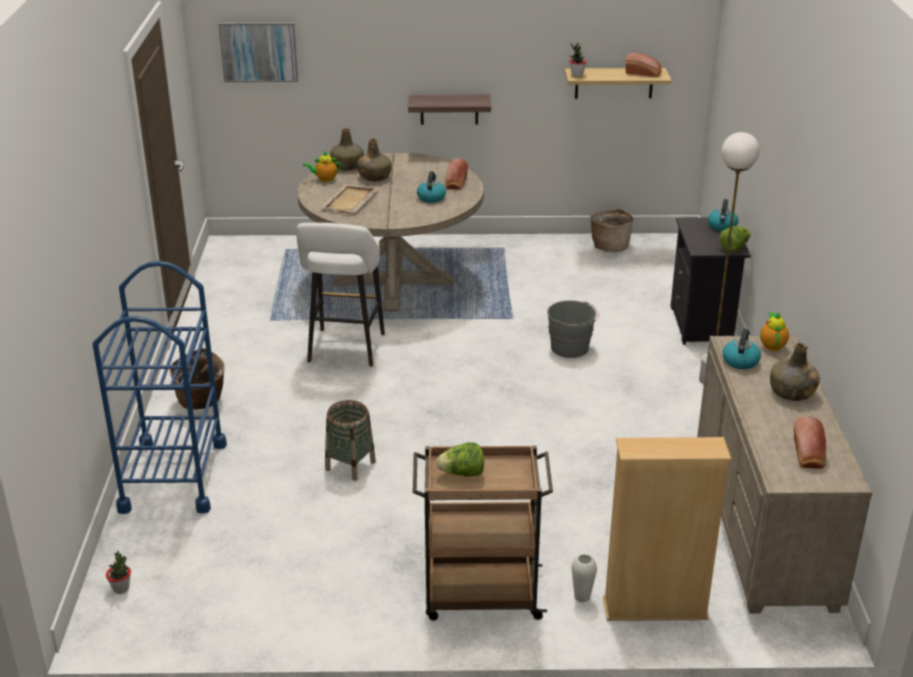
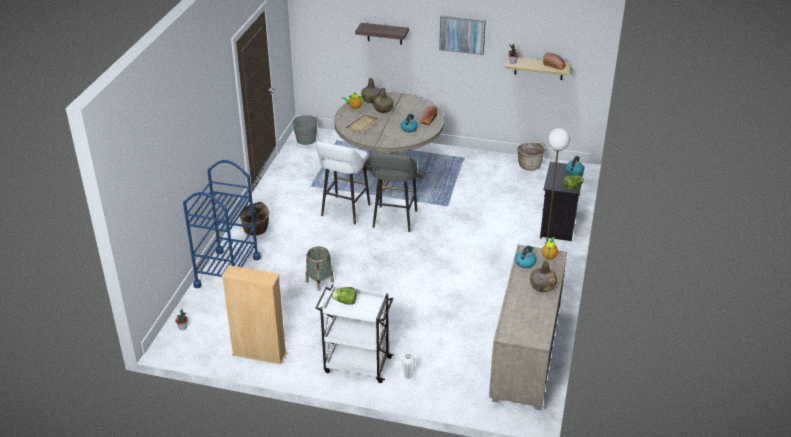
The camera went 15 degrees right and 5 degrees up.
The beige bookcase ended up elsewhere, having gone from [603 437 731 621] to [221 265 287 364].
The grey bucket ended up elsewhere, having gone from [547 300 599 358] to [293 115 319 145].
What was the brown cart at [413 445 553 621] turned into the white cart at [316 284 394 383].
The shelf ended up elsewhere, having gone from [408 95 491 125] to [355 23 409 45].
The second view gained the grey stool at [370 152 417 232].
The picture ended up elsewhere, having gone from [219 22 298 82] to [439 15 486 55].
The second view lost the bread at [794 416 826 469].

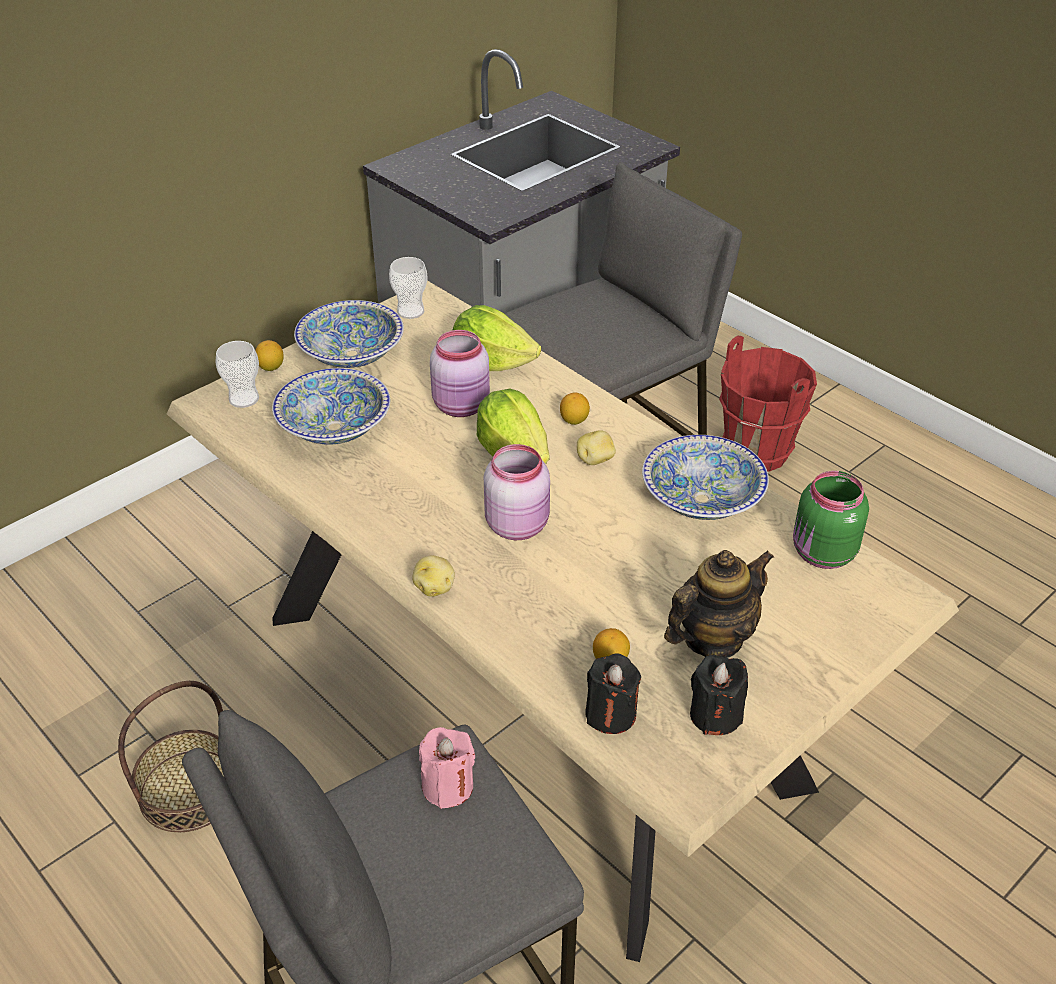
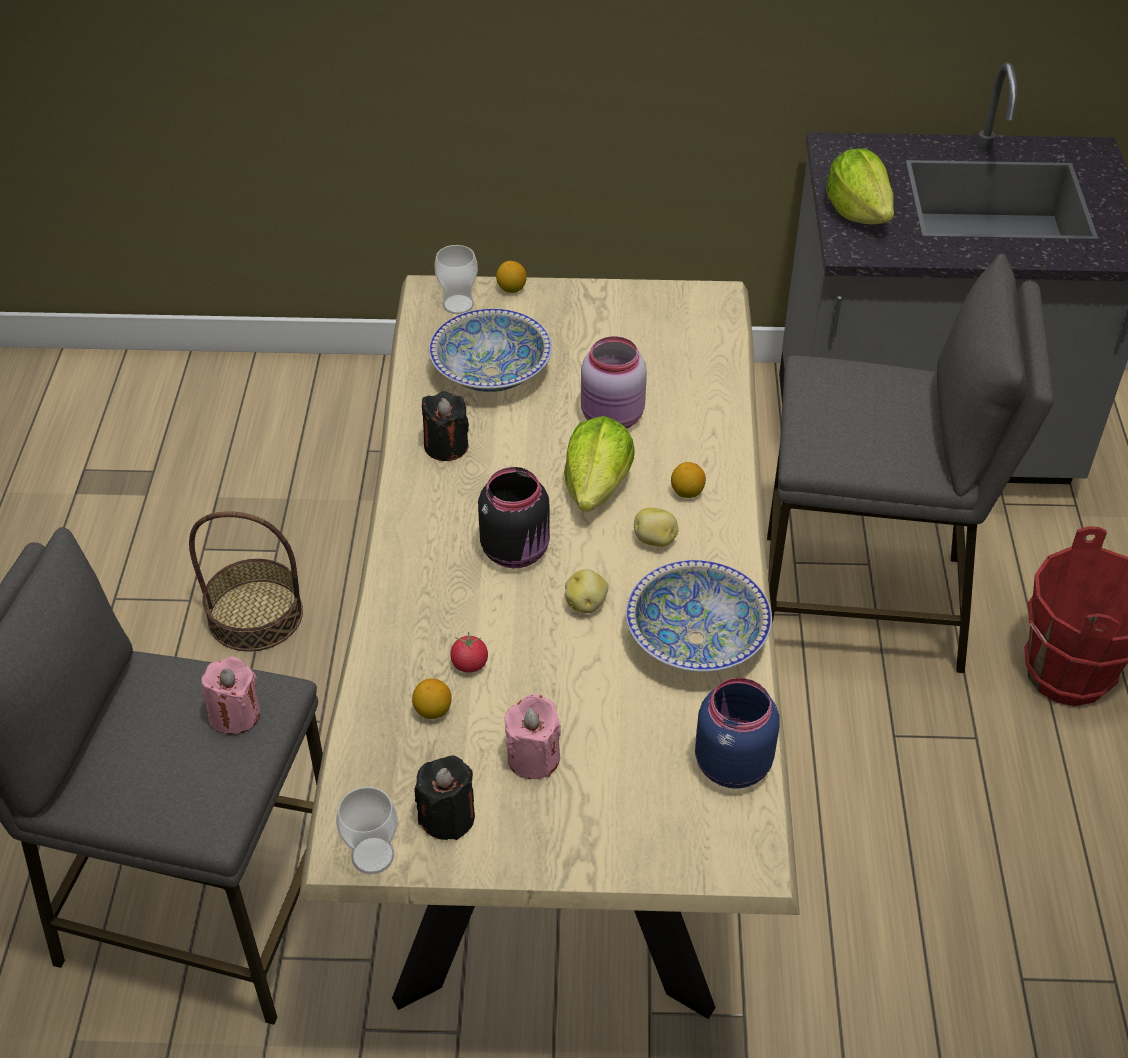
The camera went 45 degrees right and 5 degrees up.
The cup ended up elsewhere, having gone from [389 257 428 319] to [336 787 398 874].
The black candle ended up elsewhere, having gone from [585 654 641 734] to [422 391 469 461].
The second view gained the tomato at [450 632 488 673].
What was the pink jar at [484 444 550 540] turned into the black jar at [478 467 550 568].
Where the teapot stood at [664 550 774 658], the pink candle came to stand at [504 694 561 779].
The potato ended up elsewhere, having gone from [412 555 455 597] to [565 569 609 613].
What was the green jar at [793 471 869 569] turned into the blue jar at [695 678 780 789].
The lettuce ended up elsewhere, having gone from [453 305 541 371] to [826 148 894 224].
The second view lost the bowl at [294 300 404 368].

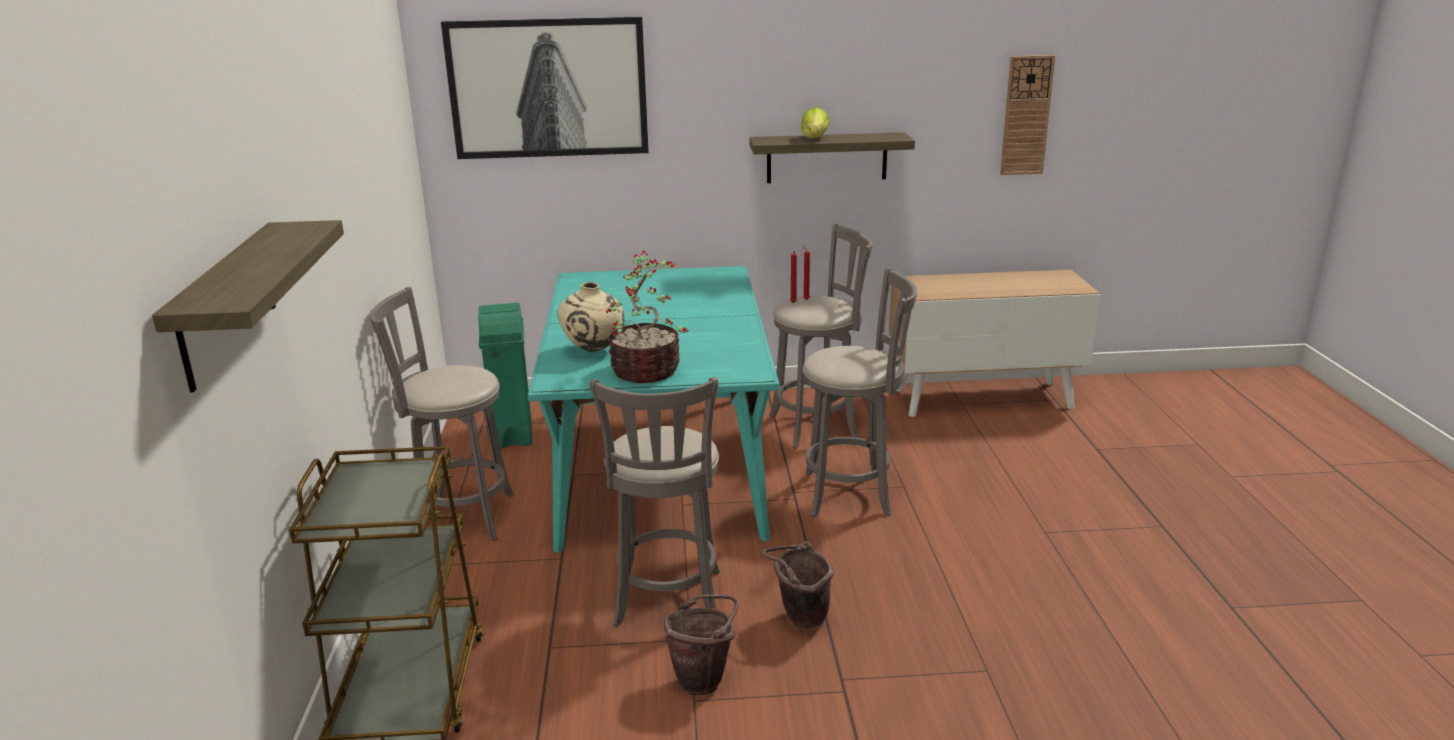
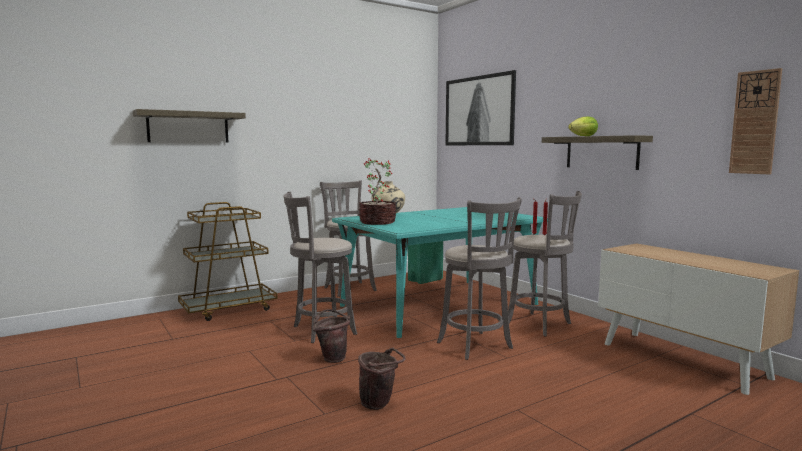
The camera went 60 degrees right and 15 degrees down.
The brown bucket ended up elsewhere, having gone from [664 594 739 695] to [358 347 406 410].

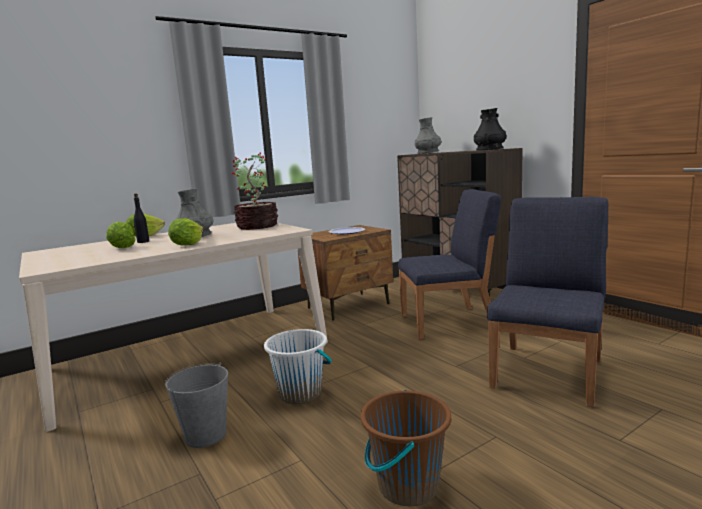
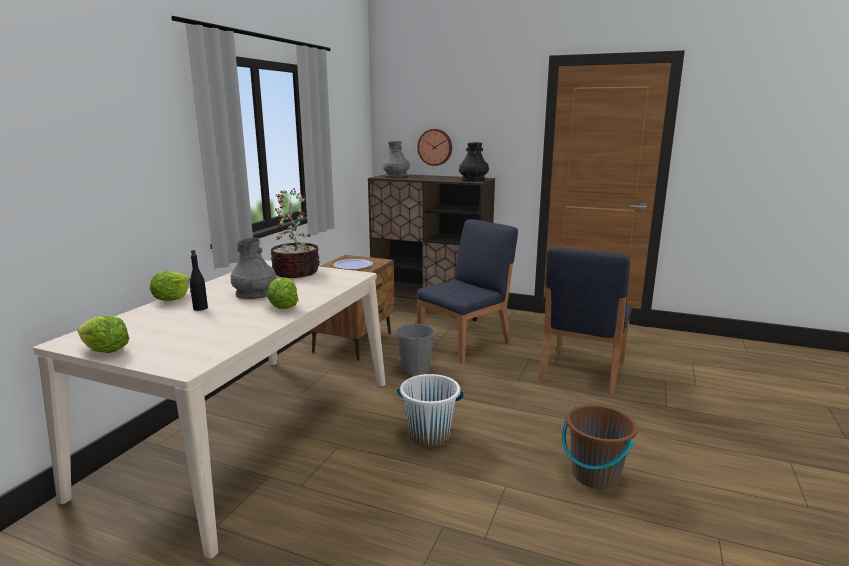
The camera went 35 degrees left and 5 degrees up.
The lettuce ended up elsewhere, having gone from [106 222 136 248] to [77 316 130 353].
The grey bucket ended up elsewhere, having gone from [165 363 228 448] to [395 322 435 376].
The second view gained the wall clock at [417 129 452 166].
The blue chair at [487 197 608 408] ended up facing another way, 150 degrees counterclockwise from before.

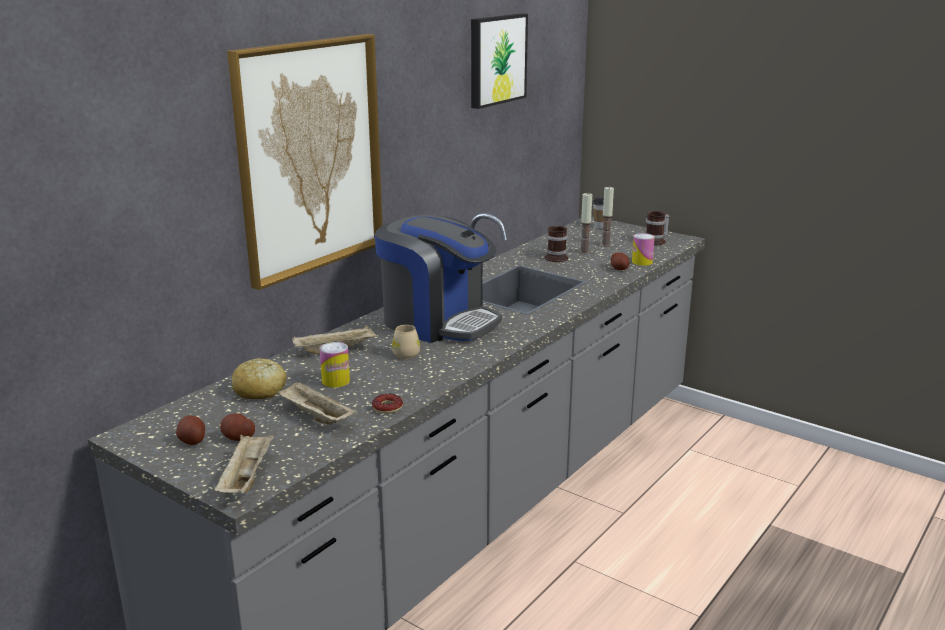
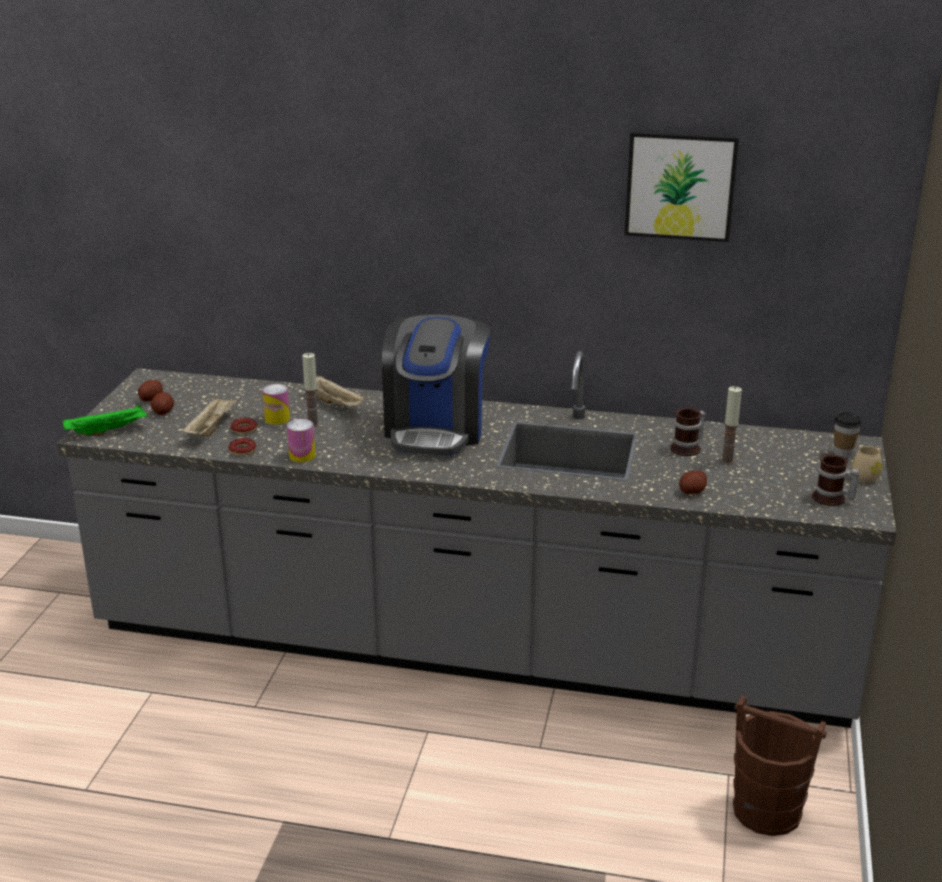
The camera went 65 degrees right and 5 degrees up.
What was the beige tray at [214 434 275 494] turned into the green tray at [63 405 148 436].
The second view gained the donut at [230 418 257 435].
The can ended up elsewhere, having gone from [632 233 655 266] to [287 419 316 463].
The candle ended up elsewhere, having gone from [601 187 614 247] to [302 353 320 428].
The second view gained the brown bucket at [733 695 827 836].
The beige mug ended up elsewhere, having gone from [392 325 420 359] to [851 446 882 482].
The second view lost the picture at [227 34 383 290].
The second view lost the bread at [232 358 287 399].

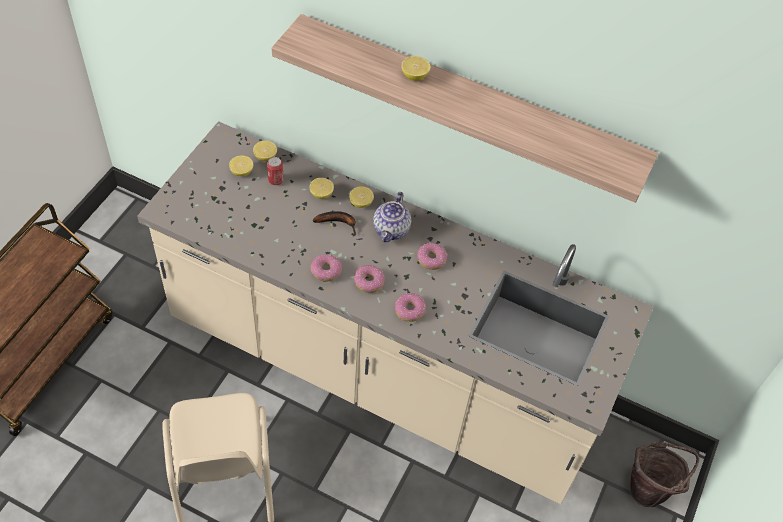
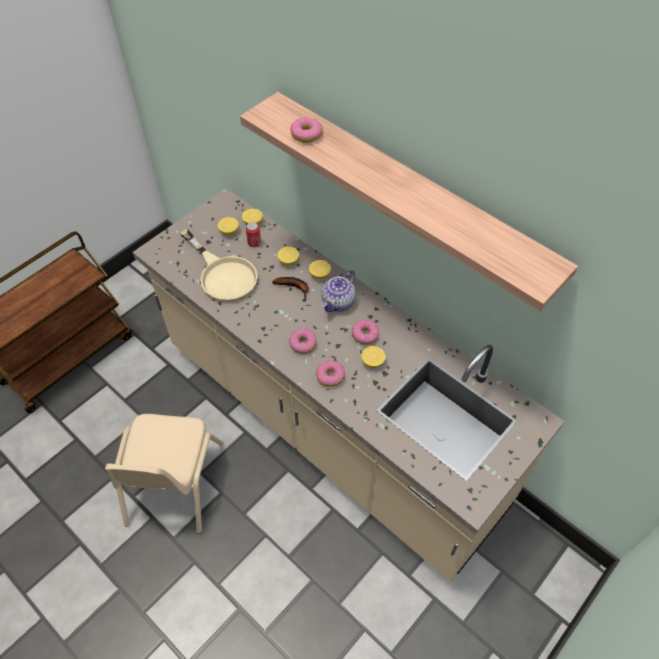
The camera went 20 degrees right and 0 degrees up.
The second view gained the beige frying pan at [180 229 258 302].
The donut ended up elsewhere, having gone from [311 254 342 281] to [290 117 323 143].
The lemon ended up elsewhere, having gone from [401 56 431 81] to [361 346 386 368].
The second view lost the brown bucket at [630 441 700 507].

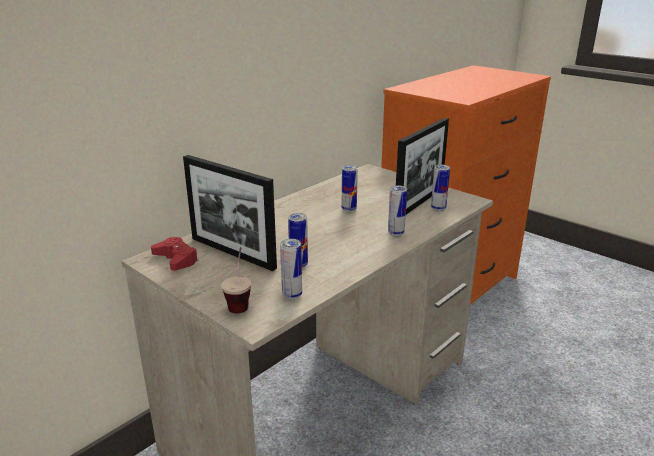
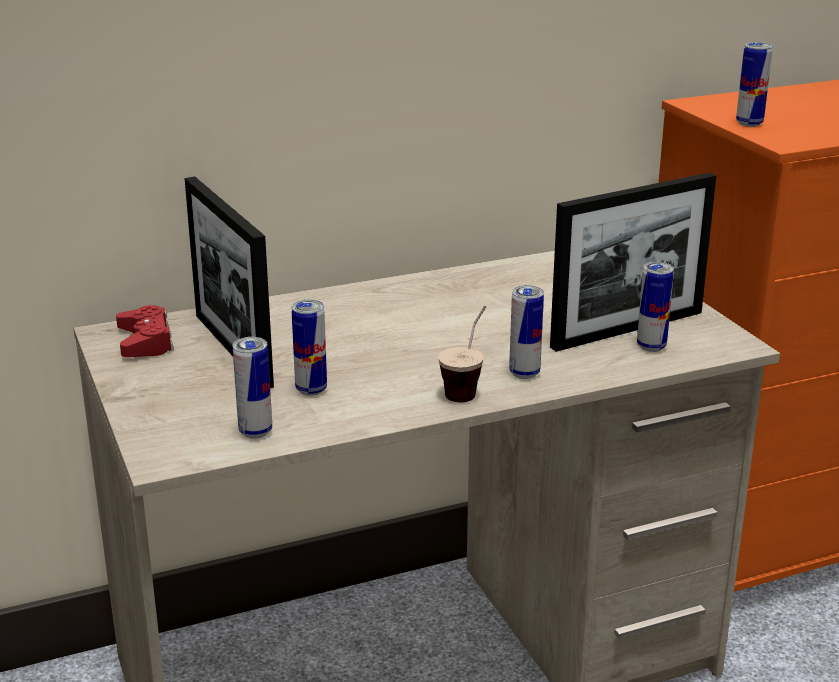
The camera went 25 degrees right and 0 degrees up.
The cup ended up elsewhere, having gone from [221 247 251 313] to [438 306 486 402].
The can ended up elsewhere, having gone from [342 165 358 212] to [736 42 773 127].

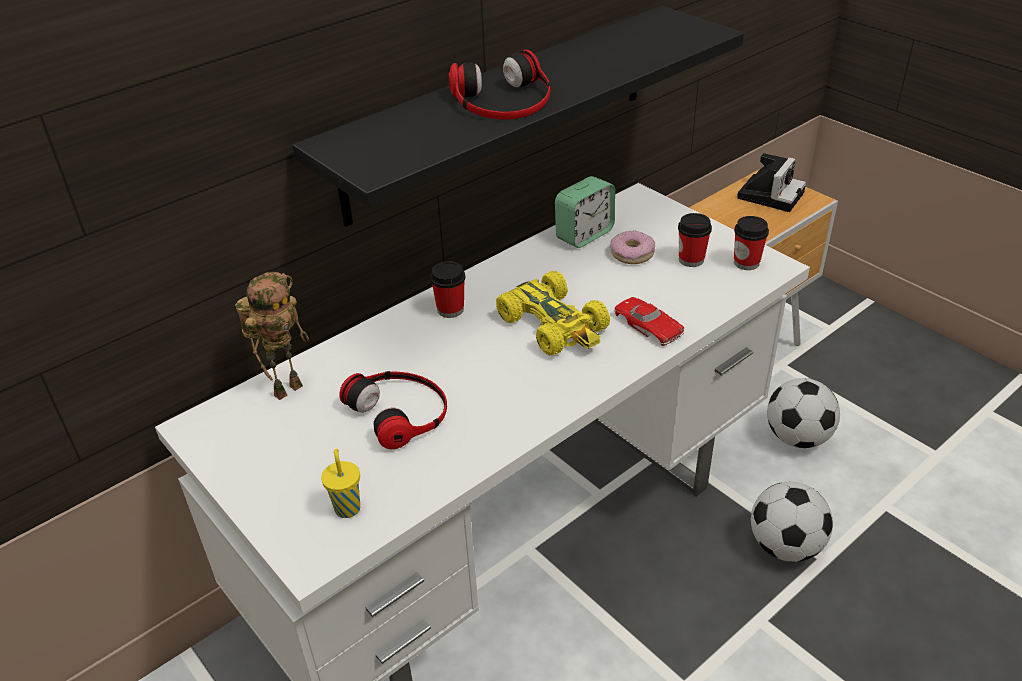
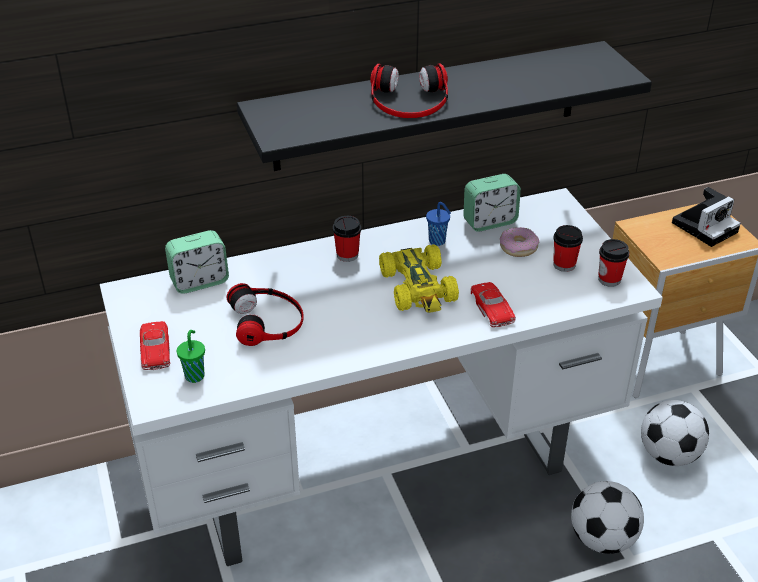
The camera went 20 degrees right and 0 degrees up.
The second view gained the red toy car at [140 321 171 370].
Where the toy robot stood at [235 272 309 400], the alarm clock came to stand at [165 230 229 294].
What was the yellow cup at [321 449 360 518] turned into the green cup at [177 330 205 383].
The second view gained the blue cup at [426 202 451 246].

